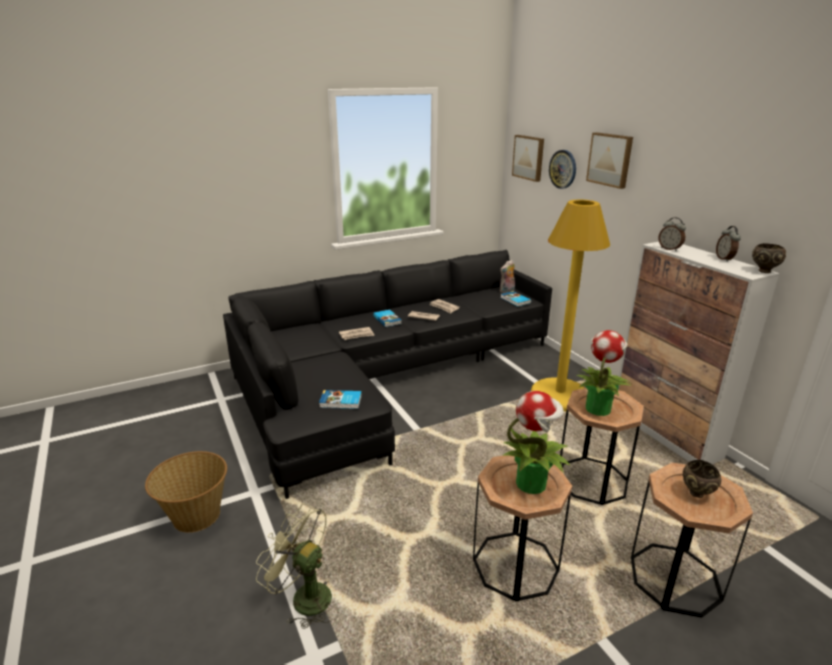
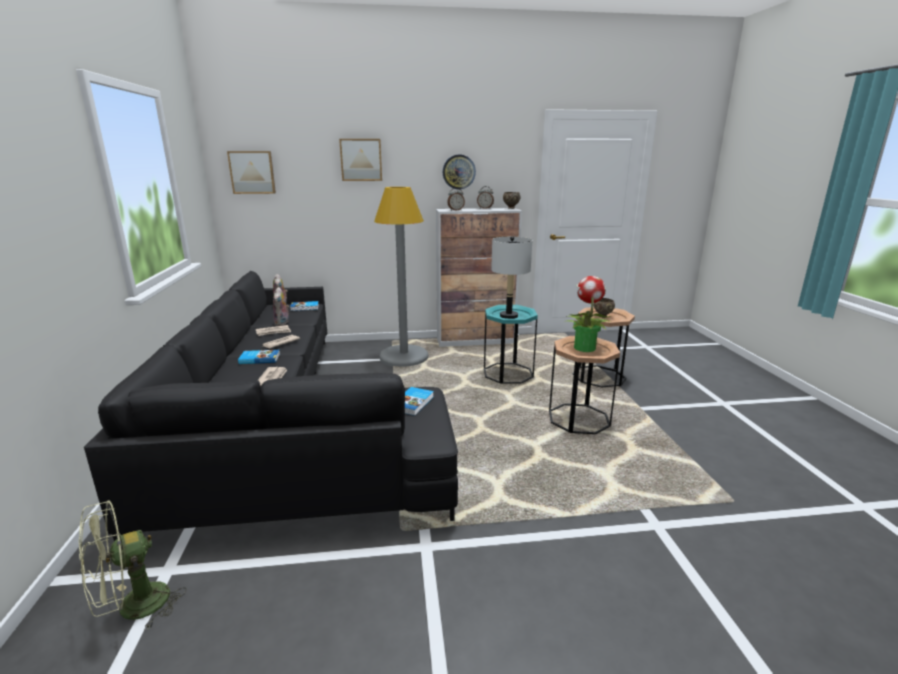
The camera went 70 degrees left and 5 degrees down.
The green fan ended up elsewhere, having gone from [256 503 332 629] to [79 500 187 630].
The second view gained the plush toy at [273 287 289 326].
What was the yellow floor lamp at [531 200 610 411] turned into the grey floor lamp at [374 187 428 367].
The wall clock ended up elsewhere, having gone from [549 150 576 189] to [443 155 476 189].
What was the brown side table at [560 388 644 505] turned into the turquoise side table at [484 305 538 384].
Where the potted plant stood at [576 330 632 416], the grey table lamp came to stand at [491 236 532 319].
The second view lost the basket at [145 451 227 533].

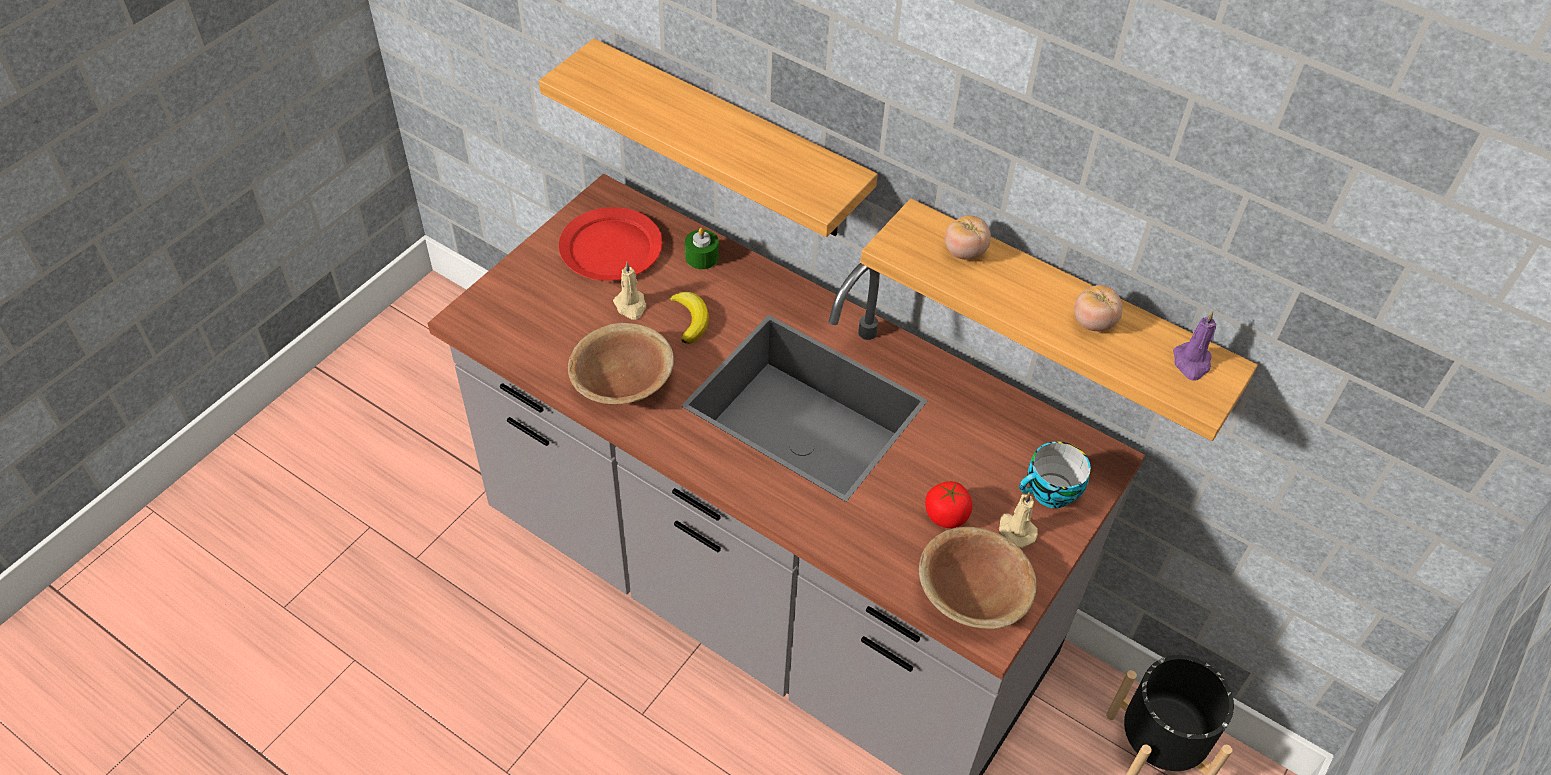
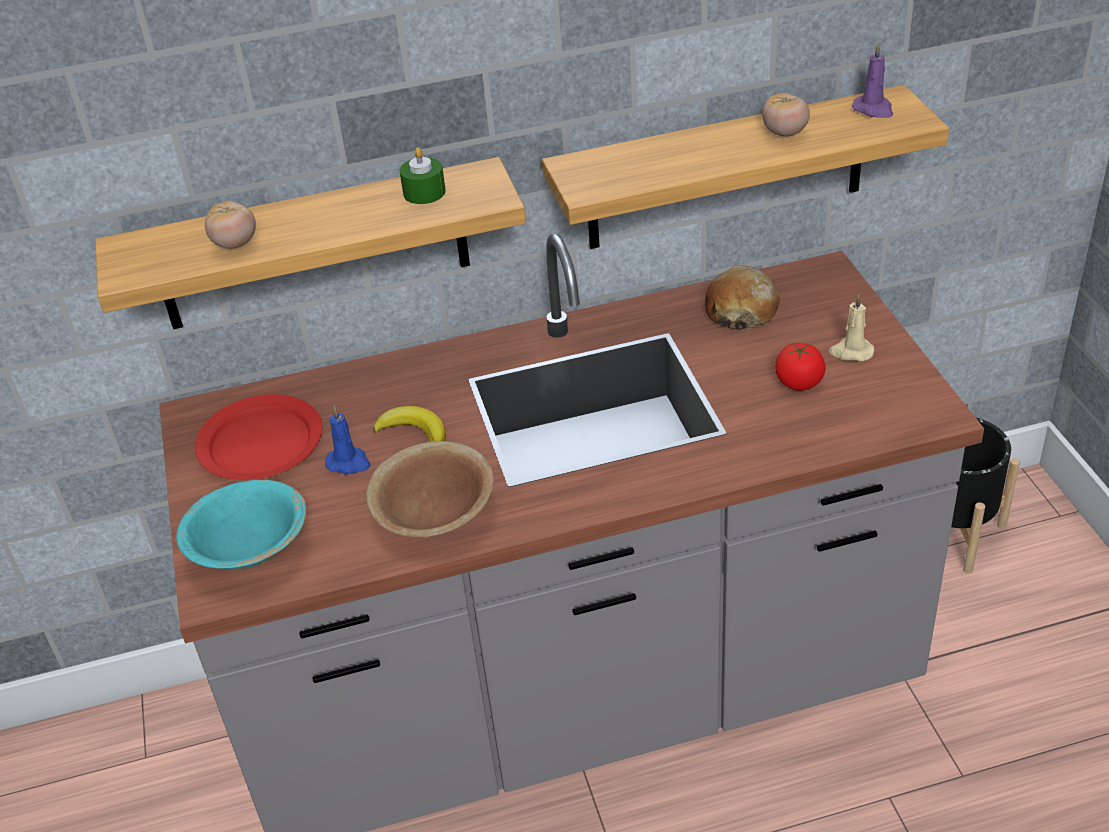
The camera went 45 degrees left and 10 degrees down.
The second view gained the turquoise bowl at [176 480 306 570].
The tomato ended up elsewhere, having gone from [945 215 991 260] to [205 201 256 249].
What was the beige candle at [613 262 646 320] turned into the blue candle at [325 405 371 475].
The green candle ended up elsewhere, having gone from [685 228 719 269] to [400 147 446 204].
The second view gained the bread at [705 265 780 330].
The second view lost the brown bowl at [919 527 1037 629].
The second view lost the cup at [1019 441 1091 508].

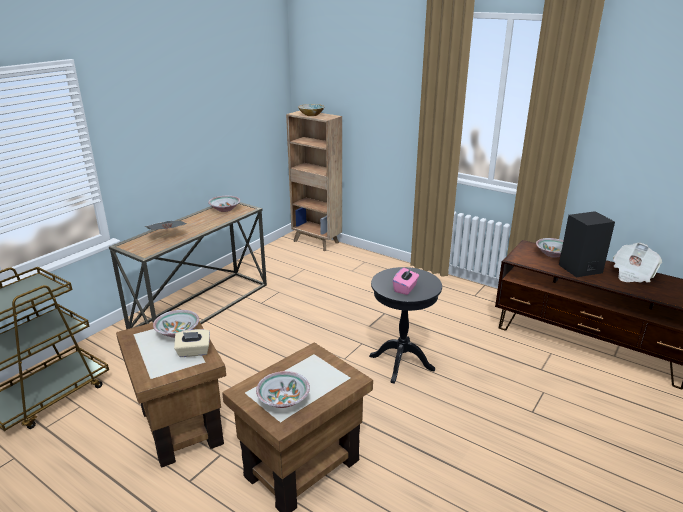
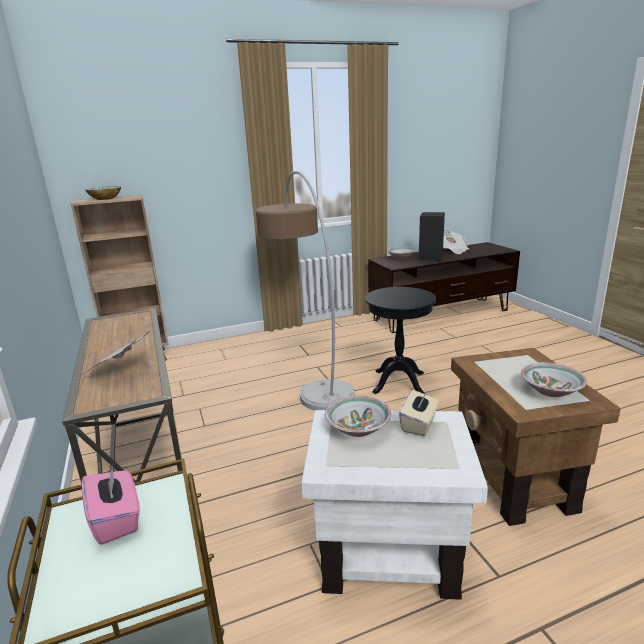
The camera went 55 degrees left and 5 degrees down.
The pink tissue box ended up elsewhere, having gone from [393 268 419 295] to [82 464 140 545].
The second view gained the floor lamp at [256 171 355 410].
What was the brown side table at [116 322 226 468] turned into the white side table at [302 410 488 600].
The second view lost the bowl at [208 196 240 212].

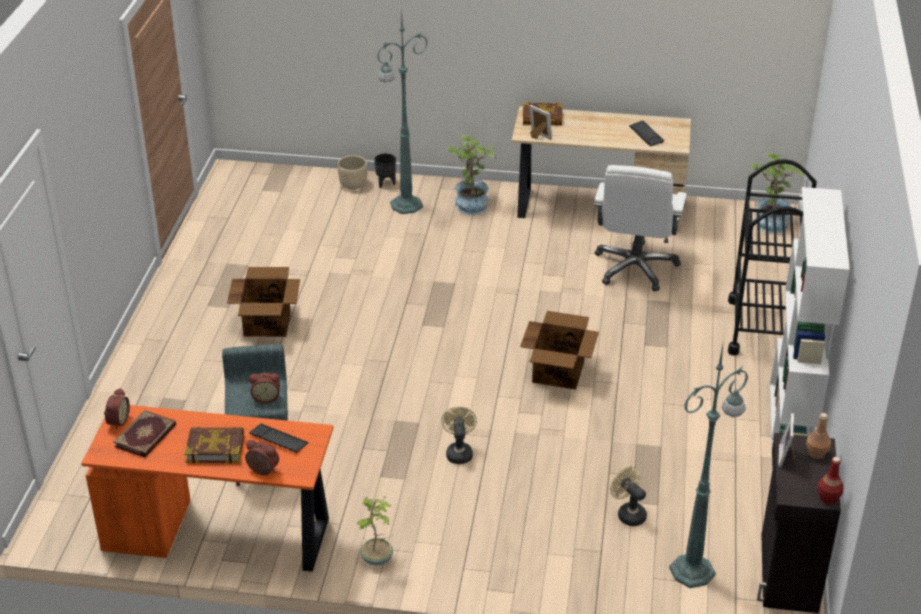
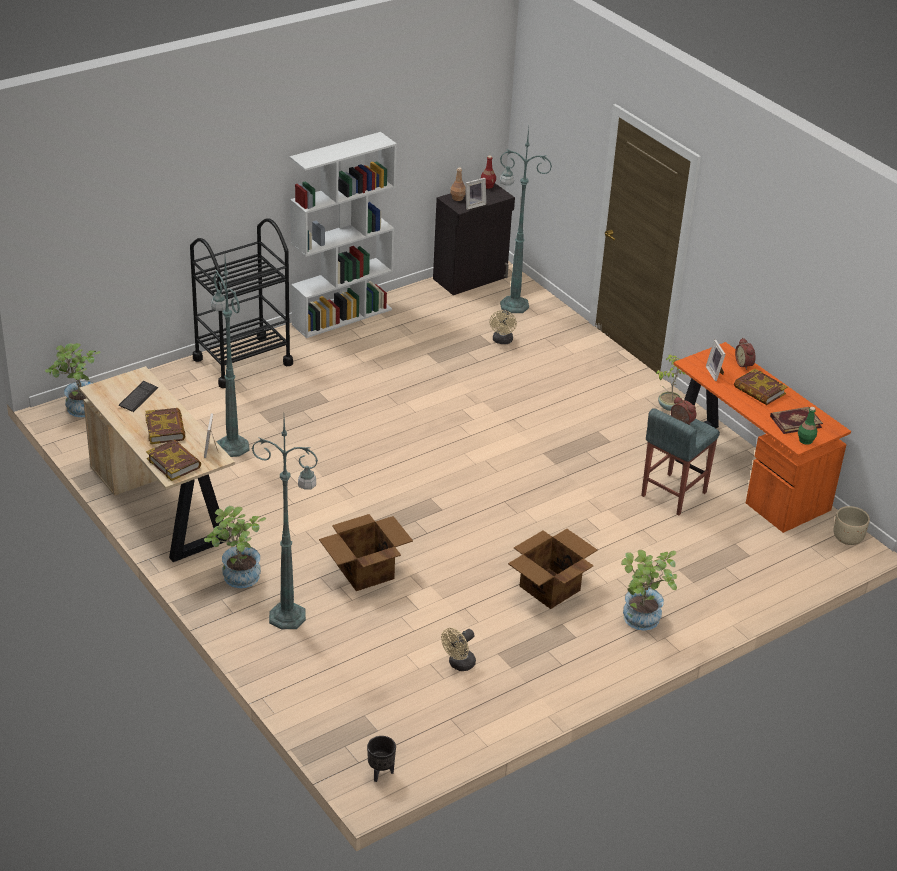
The camera went 135 degrees left and 0 degrees up.
The second view gained the book at [146 408 186 444].
Where the white office chair stood at [594 165 687 291], the green floor lamp came to stand at [211 258 250 457].
The cardboard box ended up elsewhere, having gone from [520 311 599 390] to [319 514 413 591].
The black planter ended up elsewhere, having gone from [374 153 396 188] to [367 736 396 782].
The beige fan ended up elsewhere, having gone from [441 406 477 464] to [441 628 476 671].
The second view gained the potted plant at [621 550 677 631].
Where the keyboard stood at [249 424 309 453], the picture frame came to stand at [706 340 726 381].
Where the alarm clock stood at [104 388 130 430], the green bottle came to stand at [798 407 817 445].
The beige planter ended up elsewhere, having gone from [338 155 367 189] to [834 506 870 545].

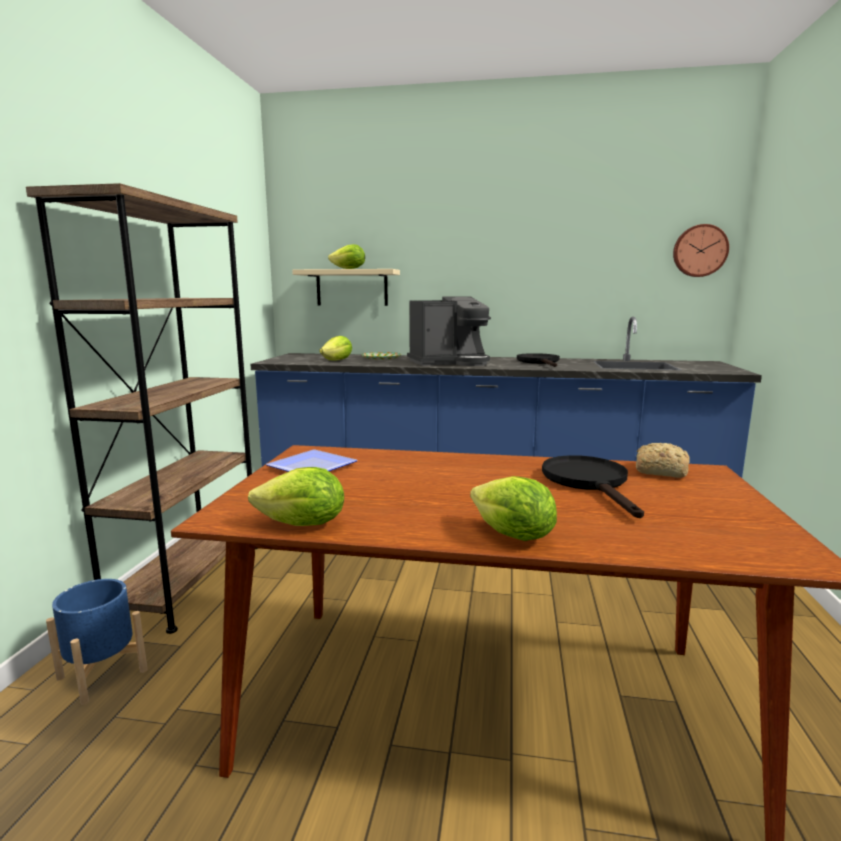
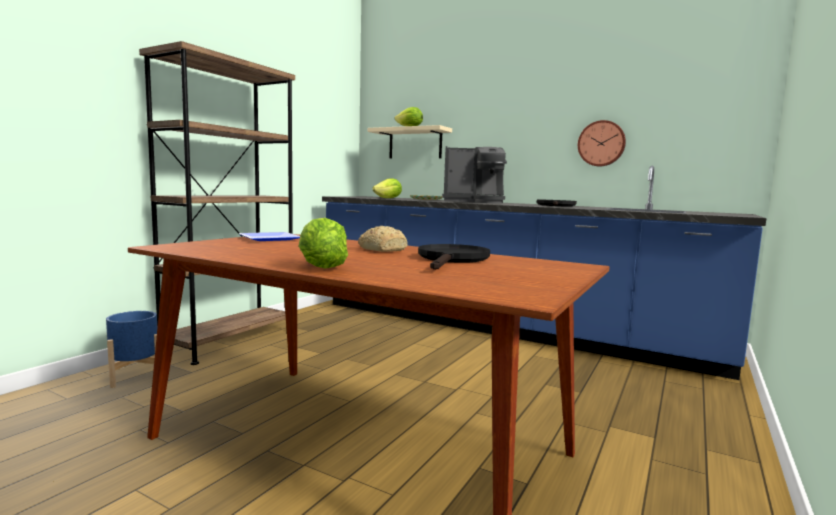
The camera went 20 degrees right and 5 degrees down.
The bread ended up elsewhere, having gone from [636 443 690 478] to [358 226 408 252].
The wall clock ended up elsewhere, having gone from [673 224 729 277] to [578 120 626 167].
The second view lost the lettuce at [248 467 344 526].

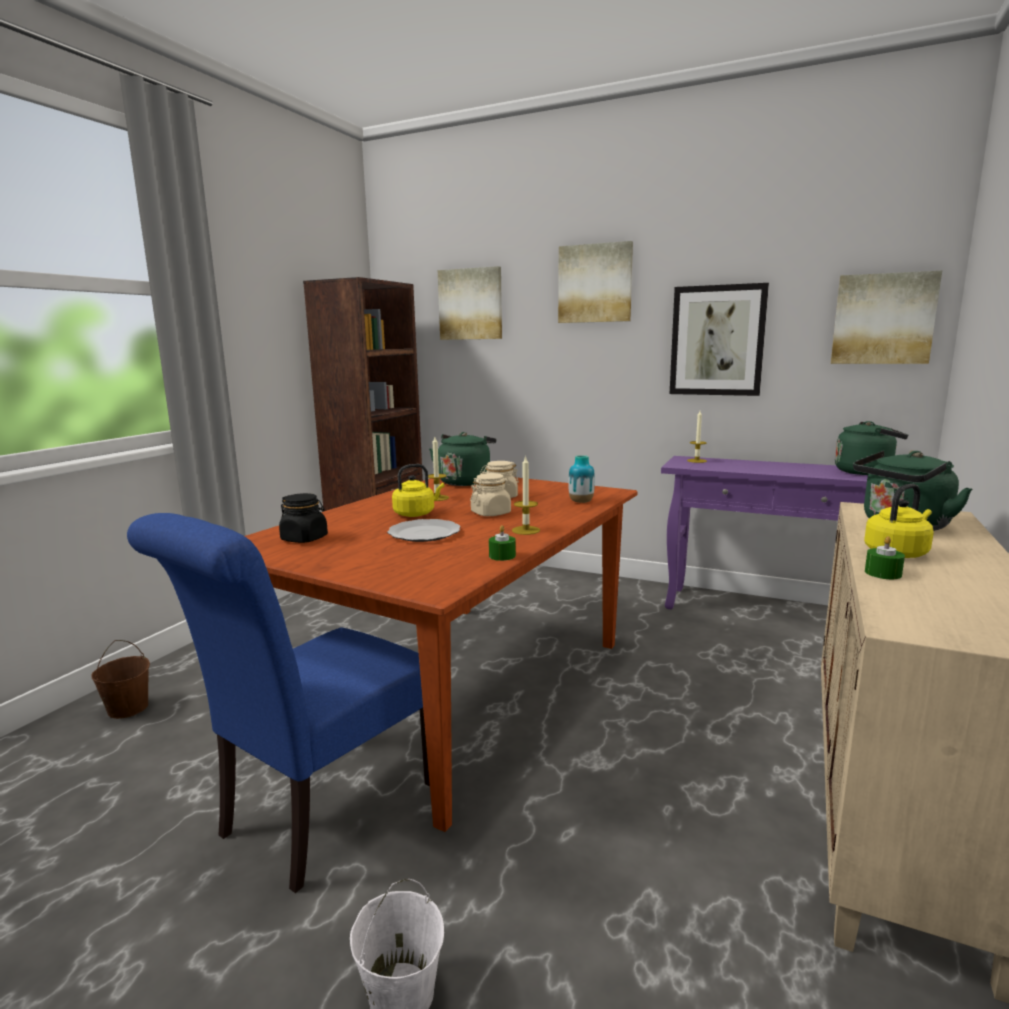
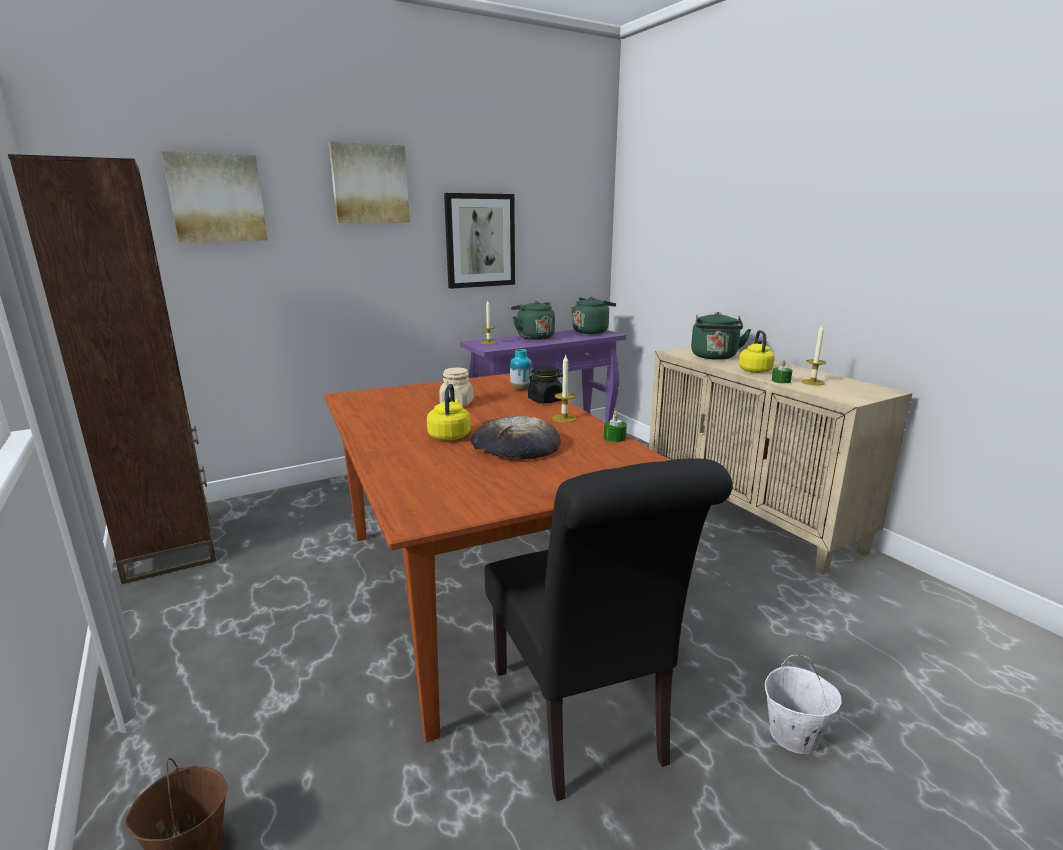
The camera went 55 degrees left and 5 degrees up.
Where the plate stood at [387 519 461 542], the bread came to stand at [471 416 561 459].
What was the blue chair at [127 513 430 893] turned into the black chair at [485 458 732 801].
The green kettle ended up elsewhere, having gone from [429 432 496 486] to [511 301 555 340].
The black jar ended up elsewhere, having gone from [279 493 328 543] to [528 365 563 403].
The candle ended up elsewhere, having gone from [428 437 449 501] to [801 325 826 385].
The second view lost the beige jar at [470 473 511 516].
The second view lost the picture at [831 271 942 364].

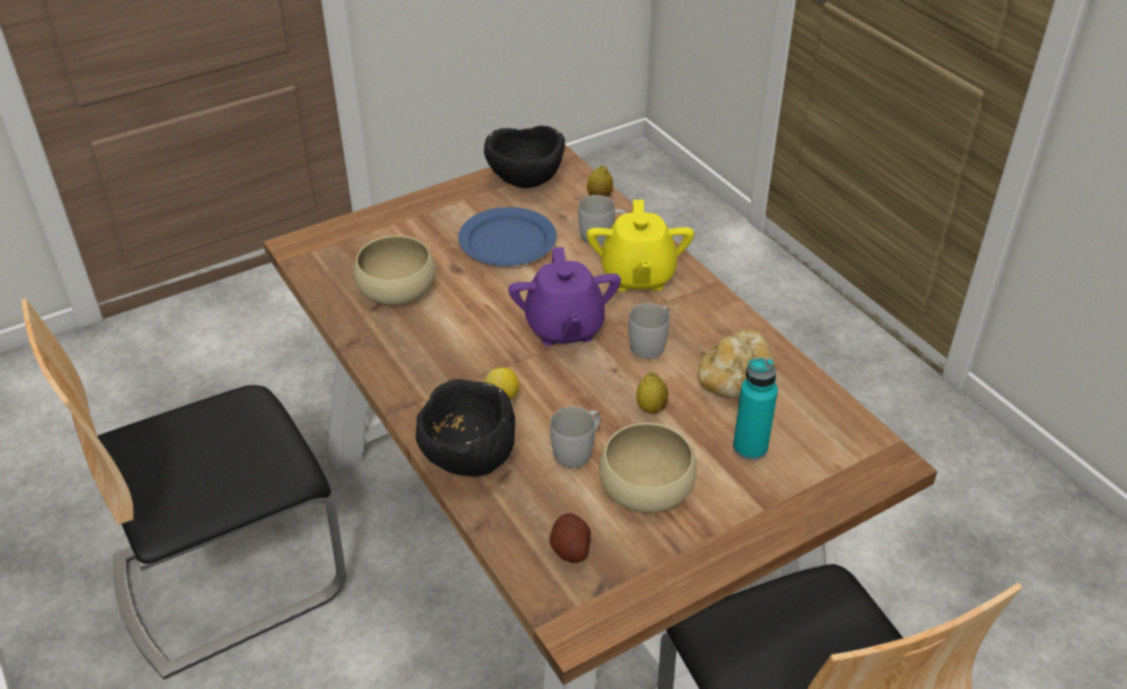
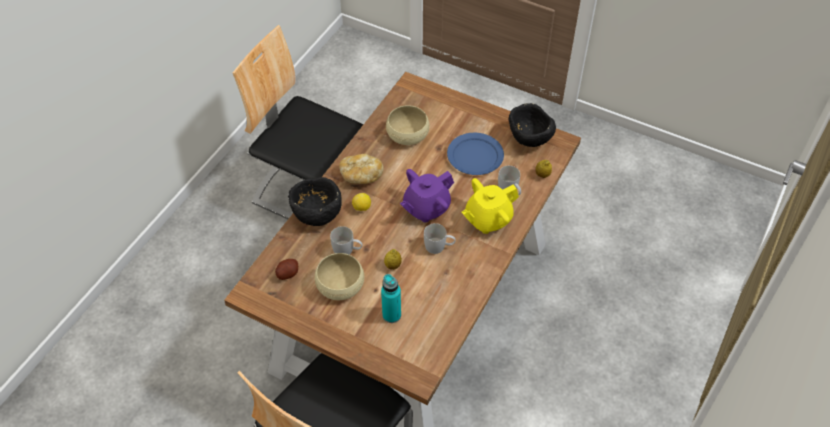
The camera went 60 degrees right and 10 degrees up.
The bread ended up elsewhere, having gone from [698 329 776 398] to [339 154 383 184].

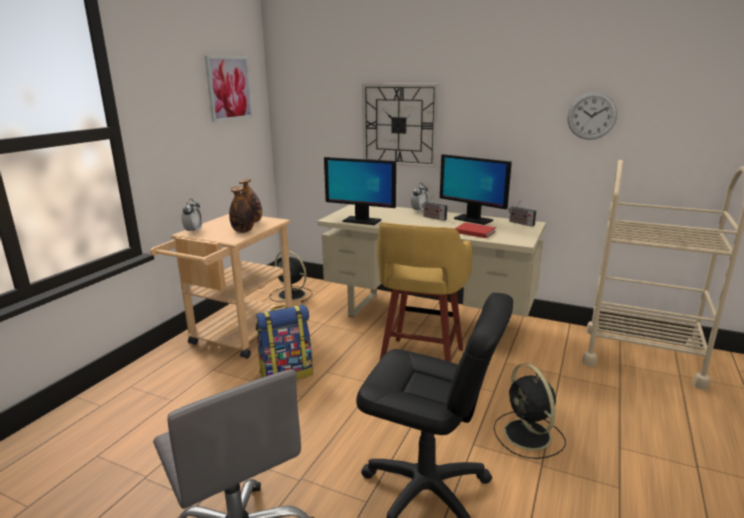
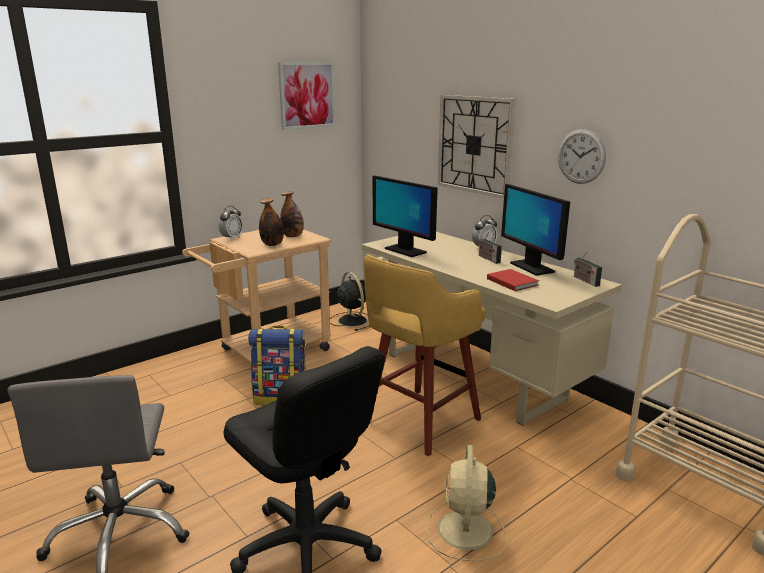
The camera went 25 degrees right and 0 degrees up.
What was the black fan at [494 363 566 459] turned into the beige fan at [427 444 507 561].
The wall clock ended up elsewhere, having gone from [568 92 617 140] to [558 129 606 184].

